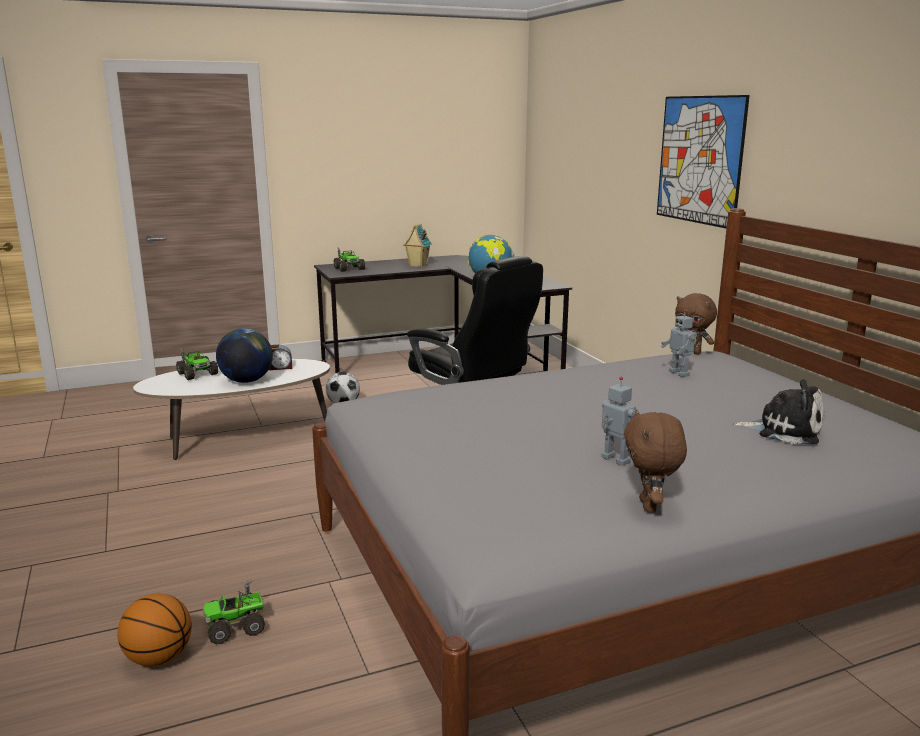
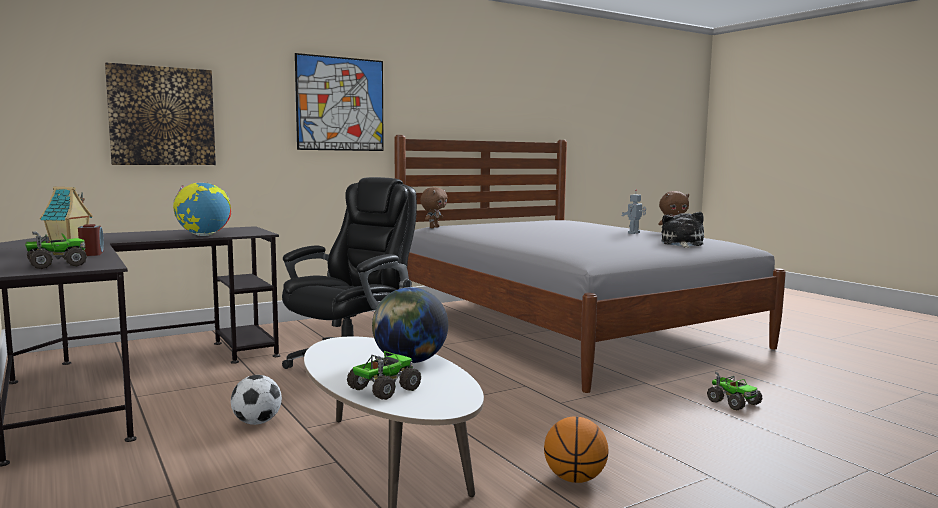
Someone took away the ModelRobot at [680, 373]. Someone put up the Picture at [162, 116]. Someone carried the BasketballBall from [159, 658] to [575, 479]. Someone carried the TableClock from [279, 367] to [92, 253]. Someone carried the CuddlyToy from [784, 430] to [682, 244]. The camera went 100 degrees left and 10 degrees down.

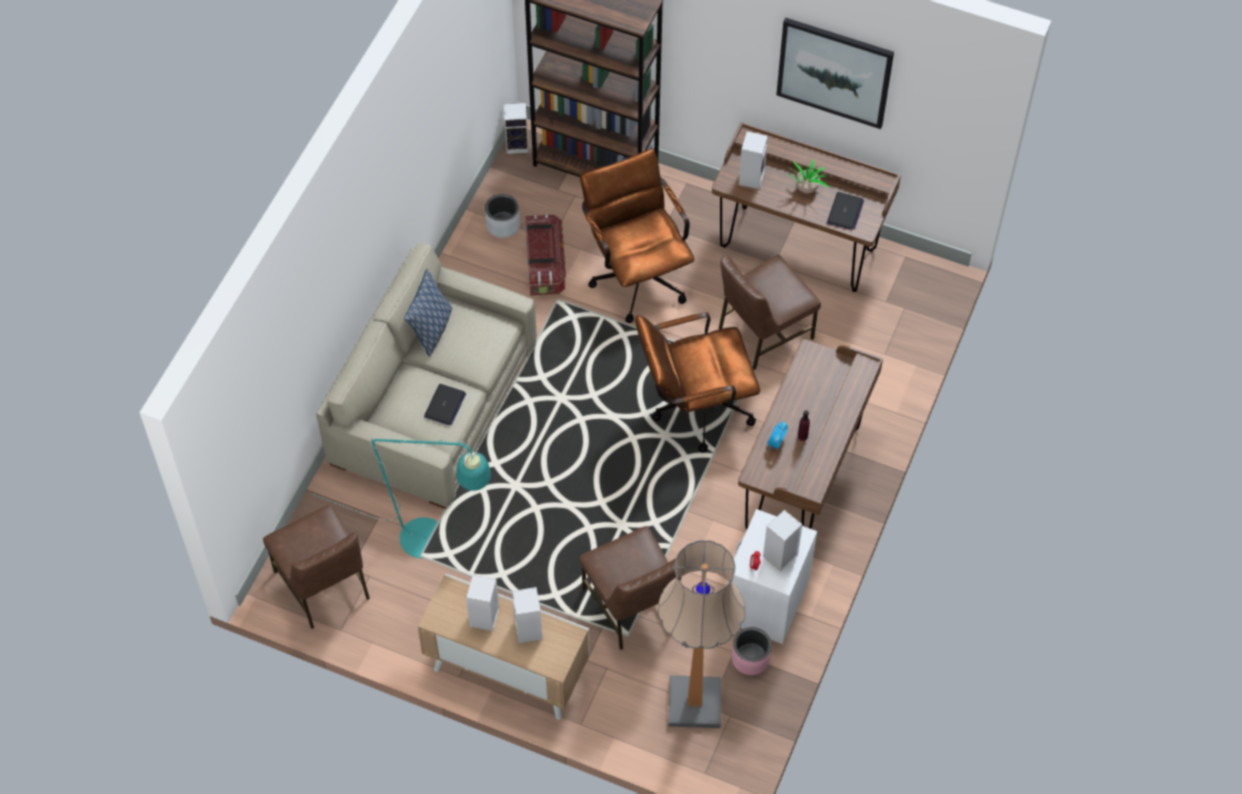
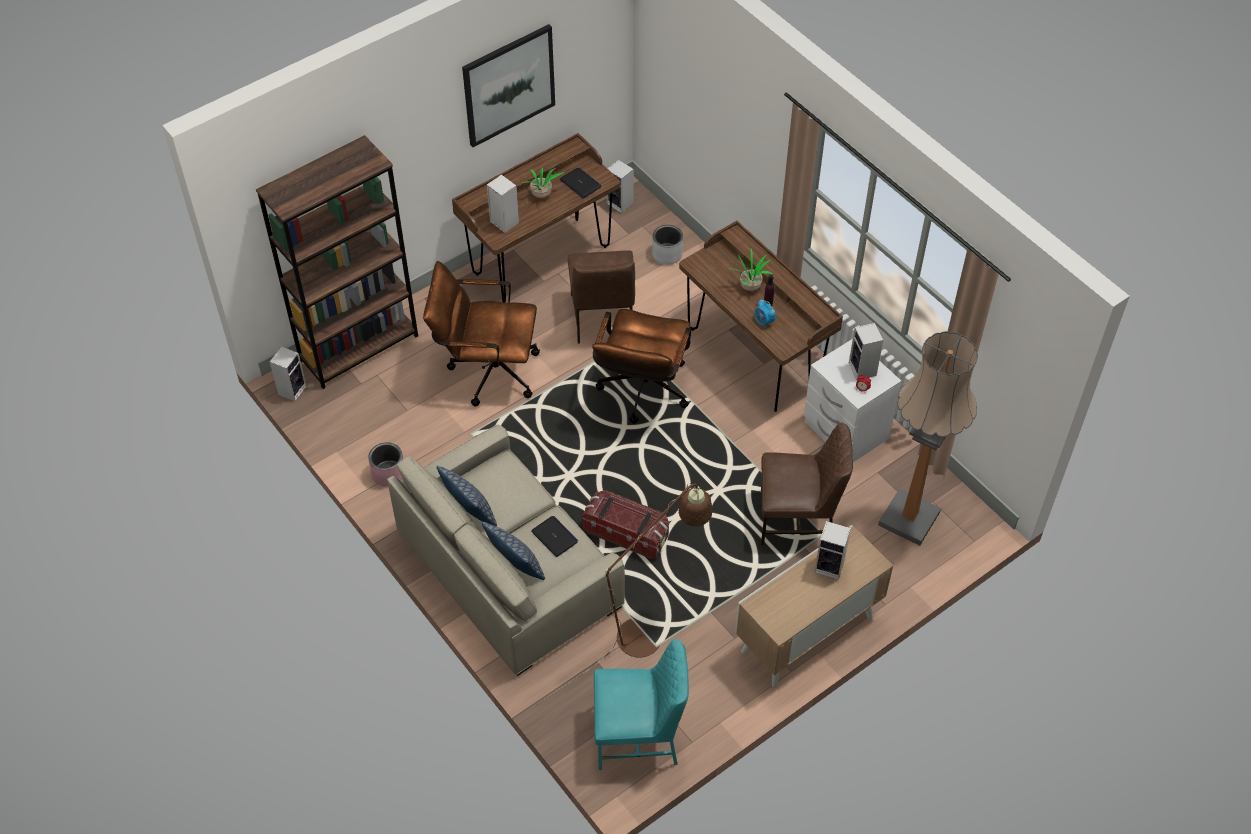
Someone put down the Pillow at [516, 567]. Someone put down the Houseplant at [749, 286]. Someone carried the Loudspeaker from [484, 618] to [621, 203]. Someone carried the GrayFlowerPot from [503, 225] to [667, 254]. Someone carried the StorageContainer from [545, 265] to [626, 533]. Someone carried the PinkColouredFlowerPot from [750, 659] to [389, 473]. Someone repainted the BrownColouredPlainChair at [323, 585], which became the BlueGreenPlainChair at [639, 735]. Someone repainted the BlueGreenStandardLamp at [434, 541], which became the BrownColouredStandardLamp at [648, 630]. The camera went 60 degrees left and 5 degrees down.

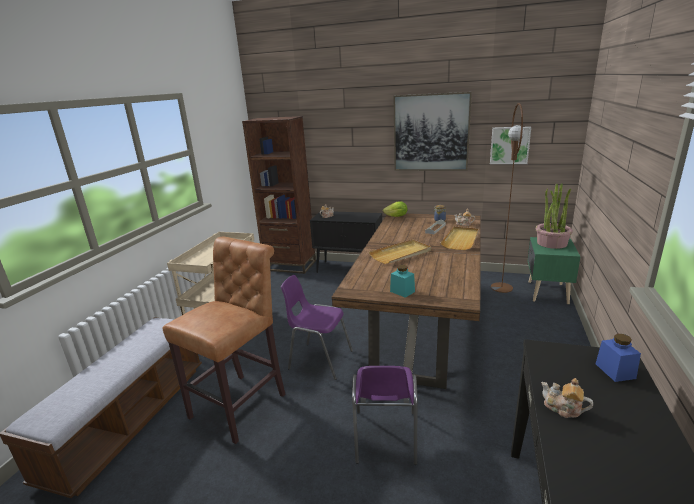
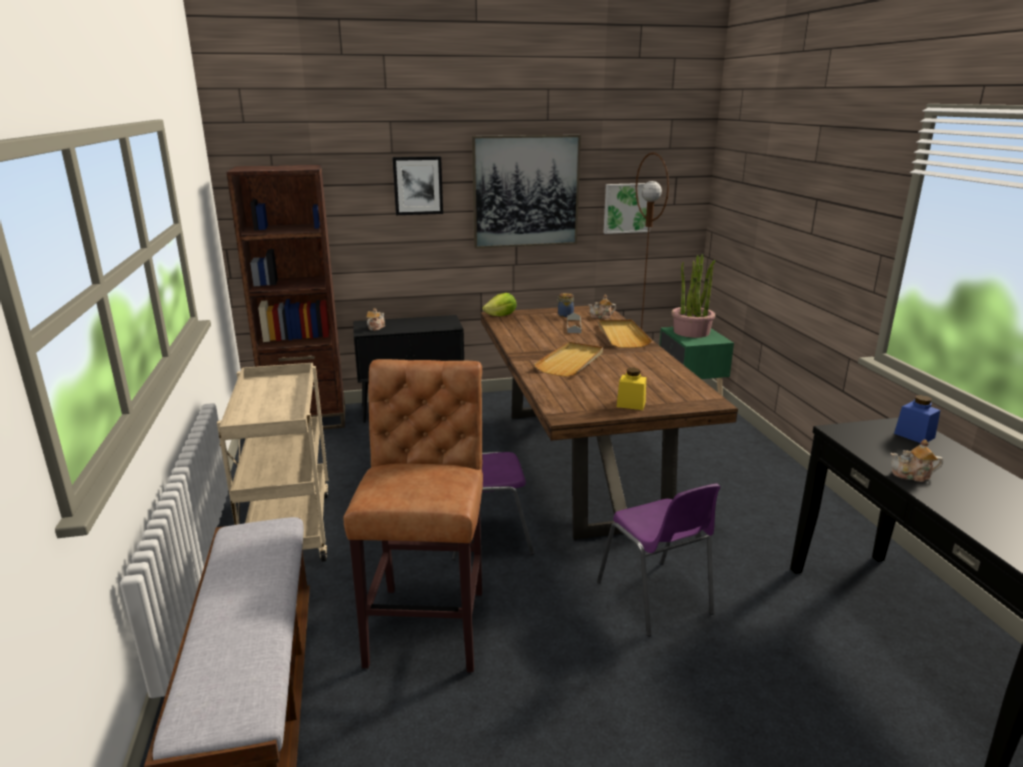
Someone put up the Picture at [418, 185]. Someone repainted the BlueGreenStorageJar at [402, 291], which became the YellowStorageJar at [631, 404]. The camera went 30 degrees left and 0 degrees up.

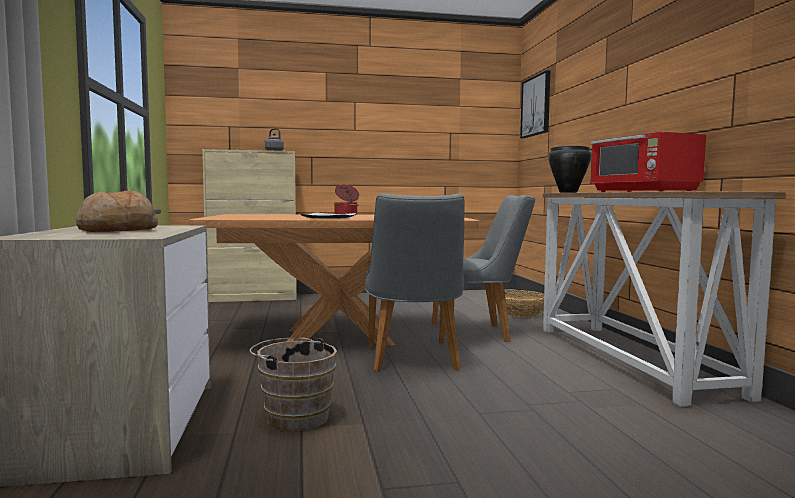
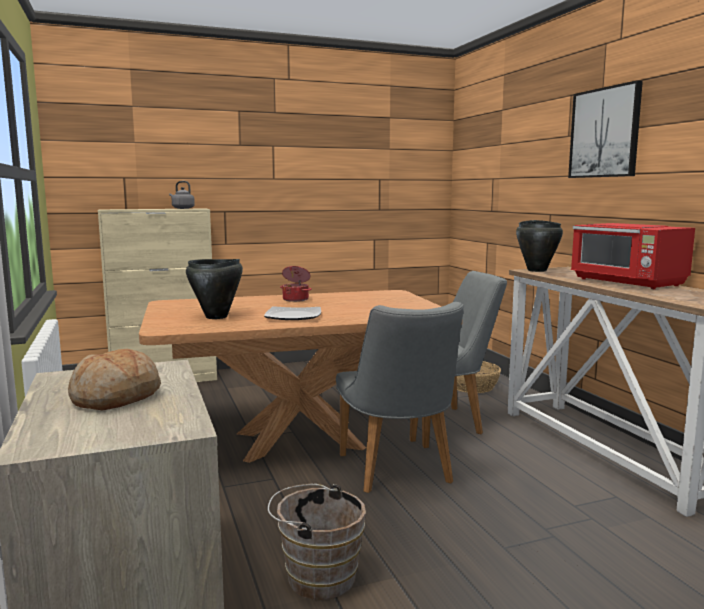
Someone put down the BlackishStockpot at [216, 317]. Someone carried the Picture from [536, 106] to [605, 133]. The camera went 10 degrees left and 5 degrees up.

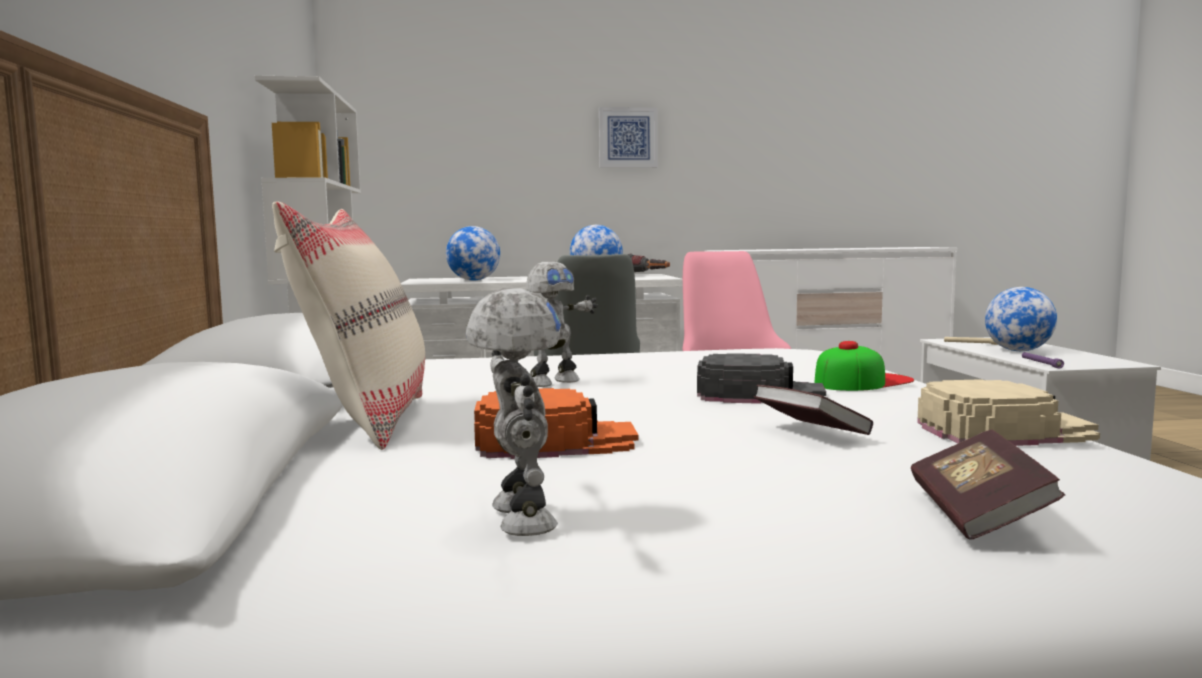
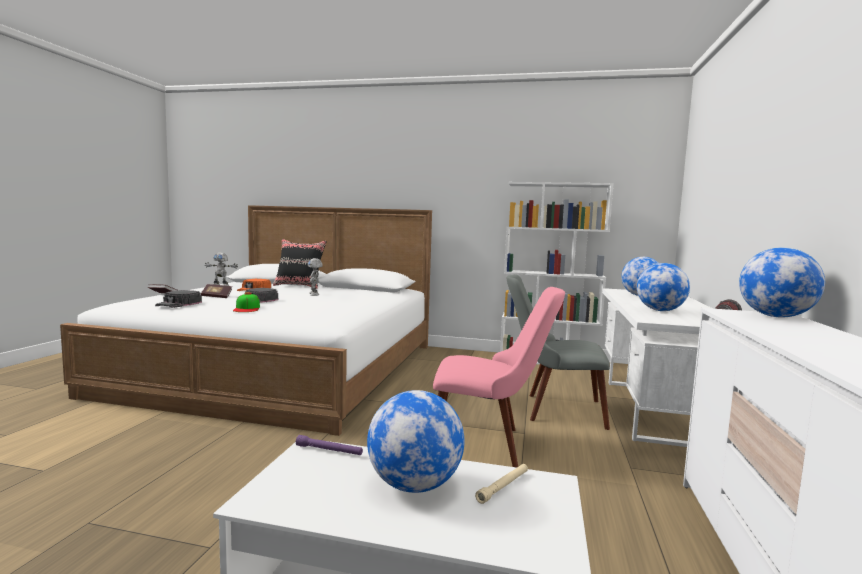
Someone took away the Picture at [628, 138]. Someone put down the Globe at [776, 316]. Someone repainted the SandColouredPillow at [366, 421], which became the BlackishPillow at [299, 286]. Someone repainted the SandColouredPeakedCap at [1004, 430], which became the BlackishPeakedCap at [179, 304]. The camera went 110 degrees right and 0 degrees up.

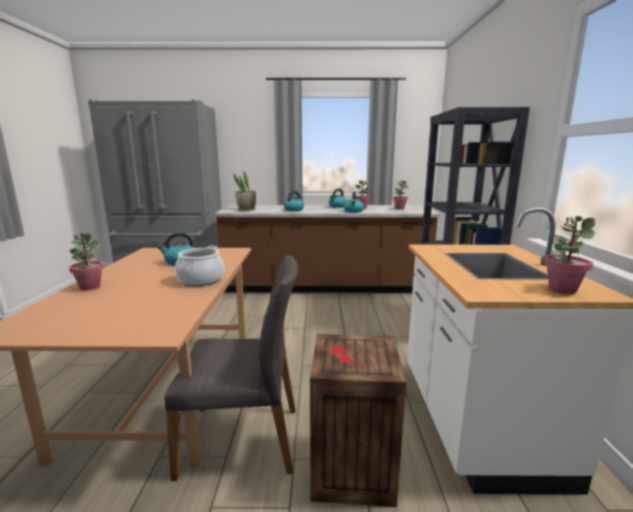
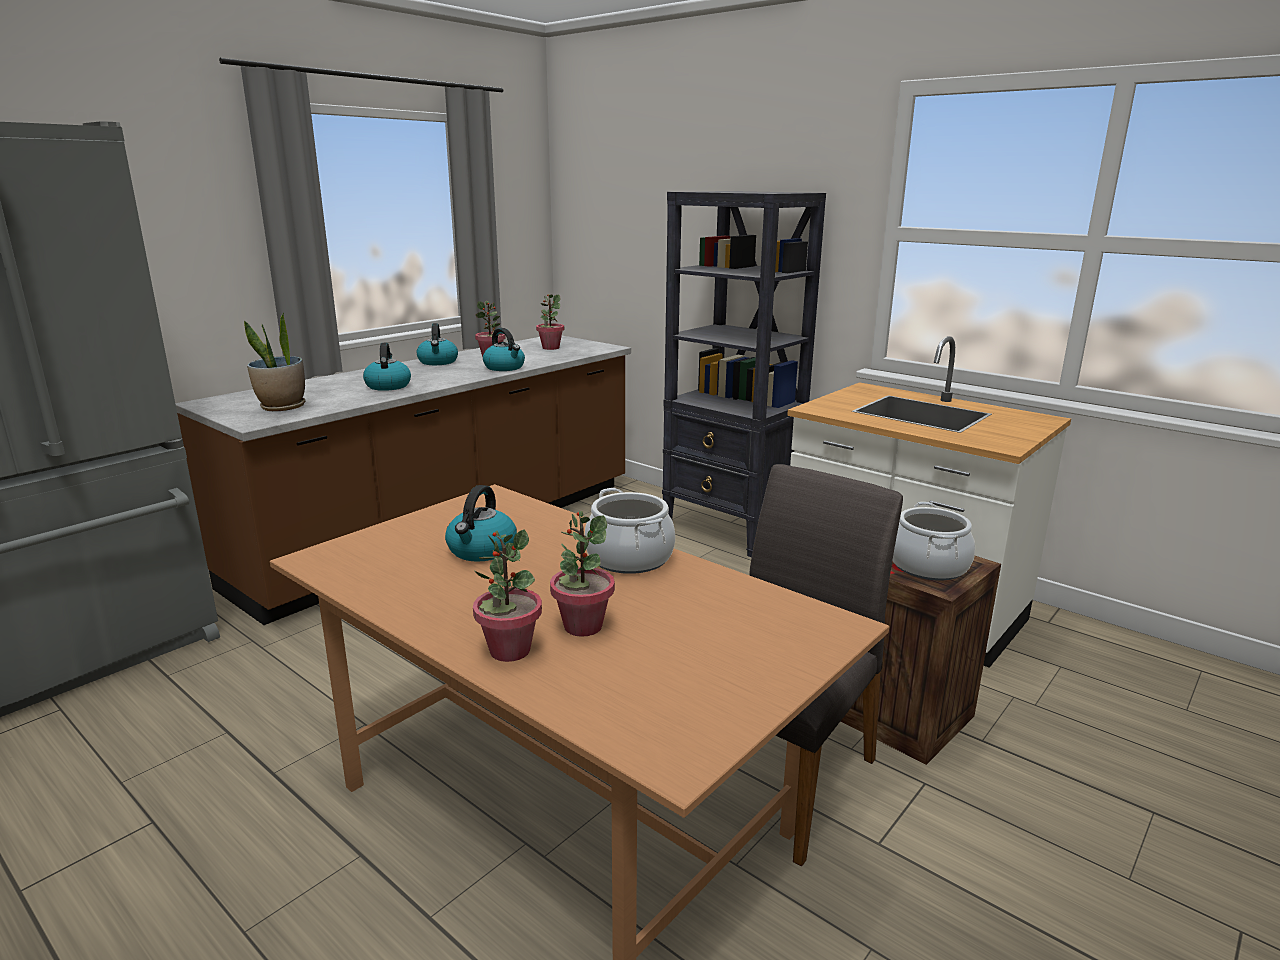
Someone put down the Stockpot at [928, 566]. Someone carried the Houseplant from [562, 289] to [582, 626]. The camera went 50 degrees left and 5 degrees up.

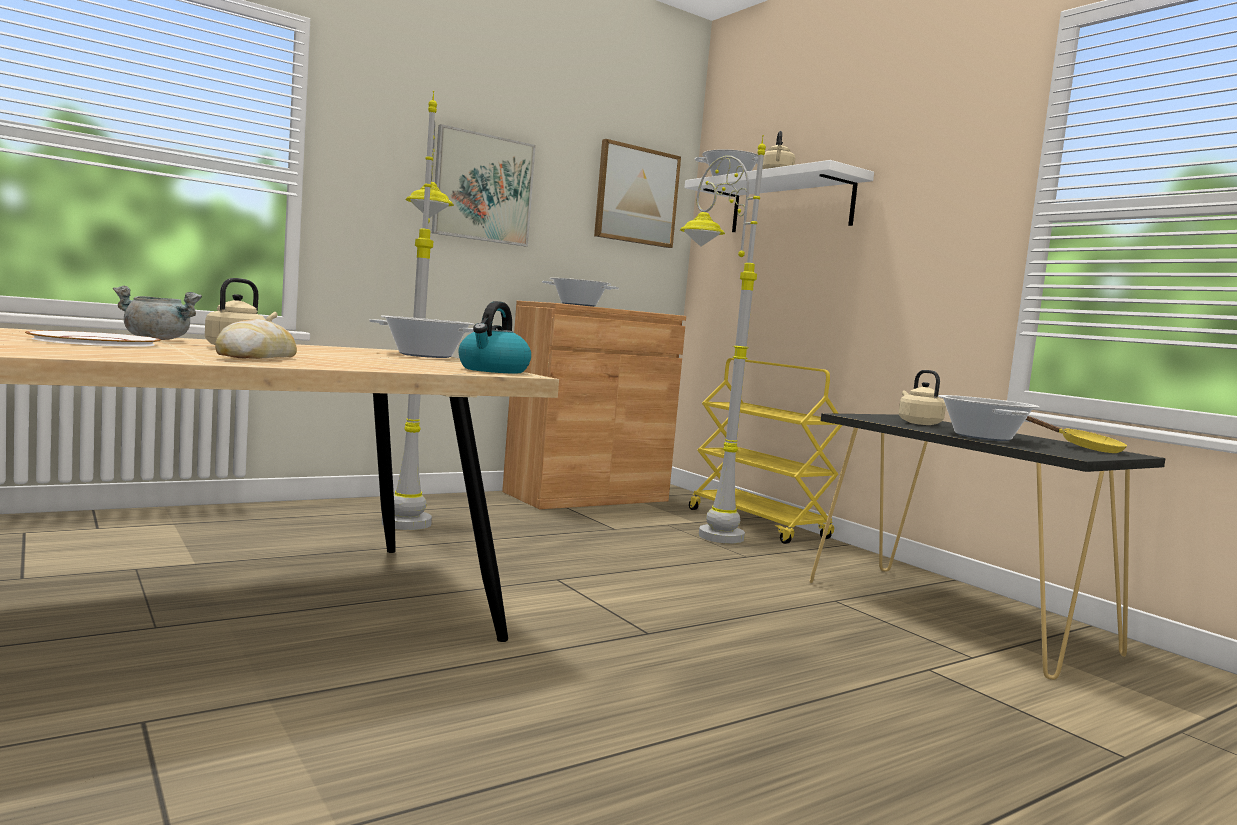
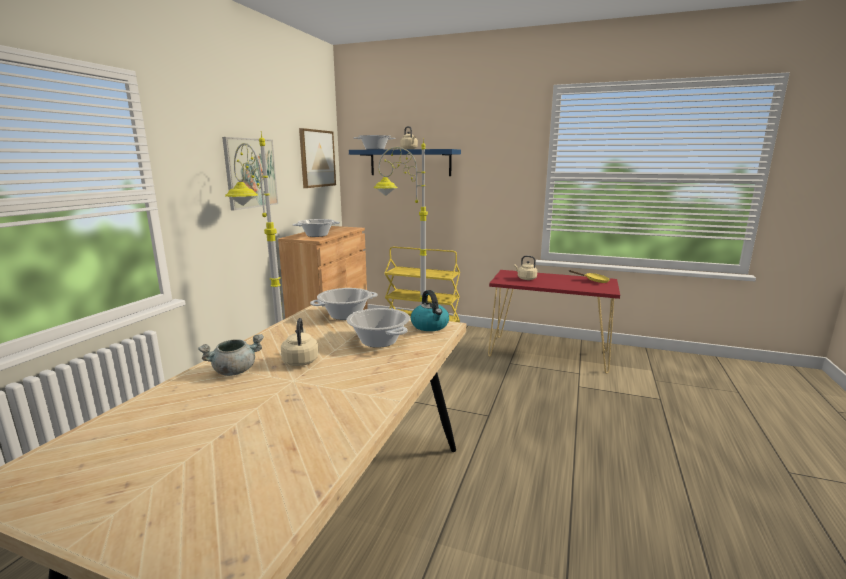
Someone took away the WhitePlate at [95, 341]. Someone took away the BakeryBread at [258, 357]. Someone carried the Stockpot from [982, 437] to [378, 341]. Someone repainted the WhiteShelf at [790, 205], which became the BlueShelf at [410, 162]. Someone repainted the BlackishHallTable at [954, 616], which became the RedHallTable at [548, 353]. The camera went 35 degrees left and 10 degrees up.

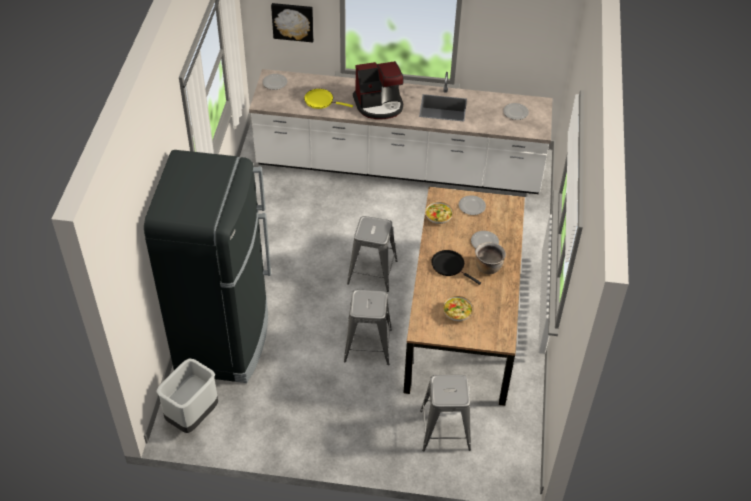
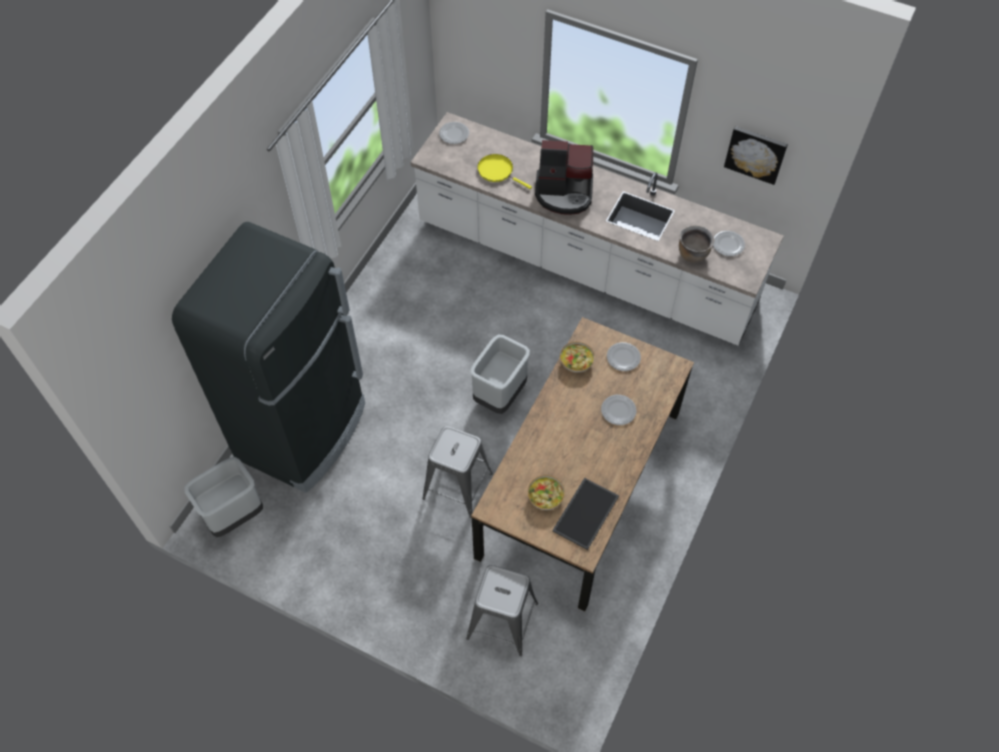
Someone took away the BlackishFryingPan at [450, 266]. Someone put down the CarryingTray at [585, 512]. Someone carried the Picture from [293, 21] to [756, 153]. Someone carried the BrownColouredStockpot from [488, 267] to [692, 254]. Someone swapped the GrayStool at [372, 272] for the GrayRubbishBin at [499, 394]. The camera went 20 degrees right and 10 degrees up.

